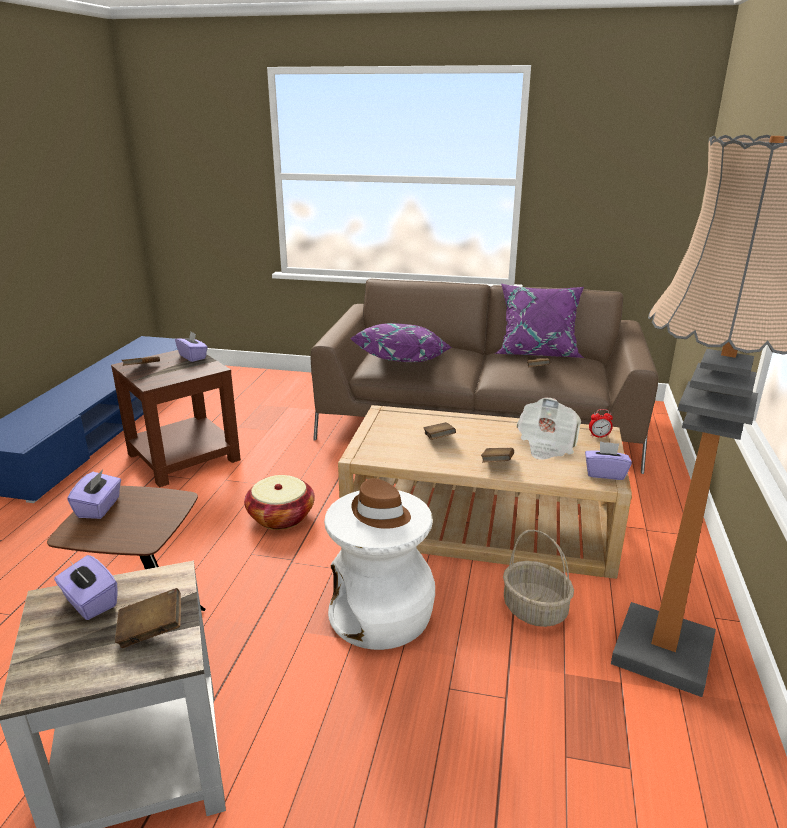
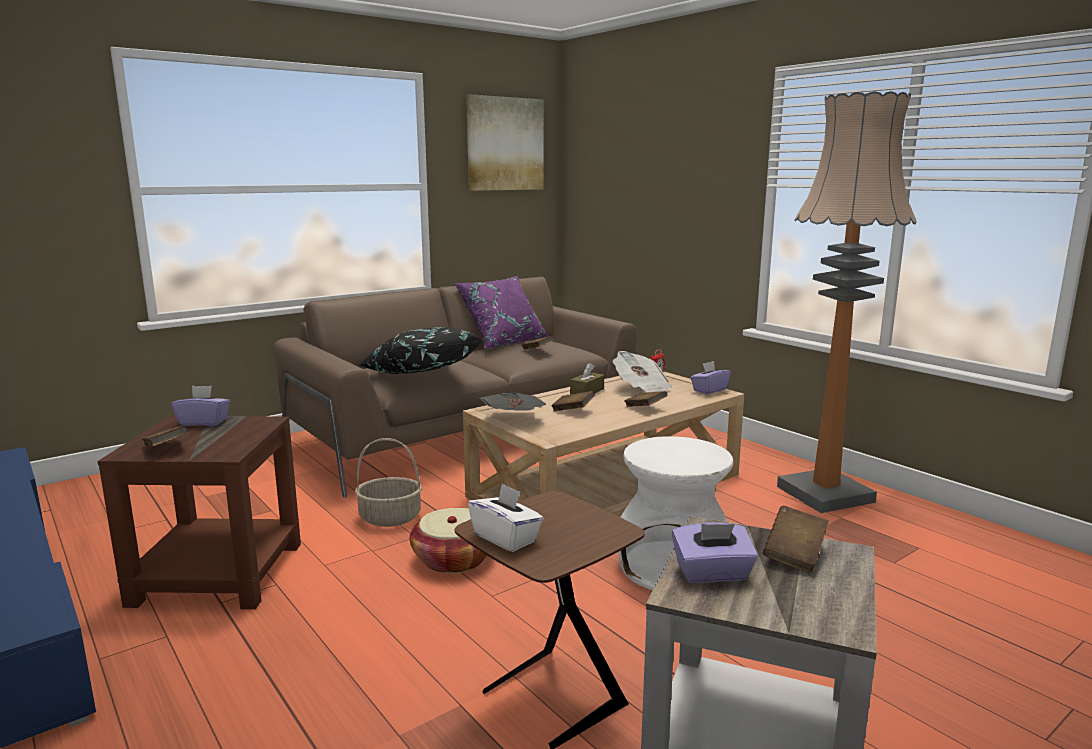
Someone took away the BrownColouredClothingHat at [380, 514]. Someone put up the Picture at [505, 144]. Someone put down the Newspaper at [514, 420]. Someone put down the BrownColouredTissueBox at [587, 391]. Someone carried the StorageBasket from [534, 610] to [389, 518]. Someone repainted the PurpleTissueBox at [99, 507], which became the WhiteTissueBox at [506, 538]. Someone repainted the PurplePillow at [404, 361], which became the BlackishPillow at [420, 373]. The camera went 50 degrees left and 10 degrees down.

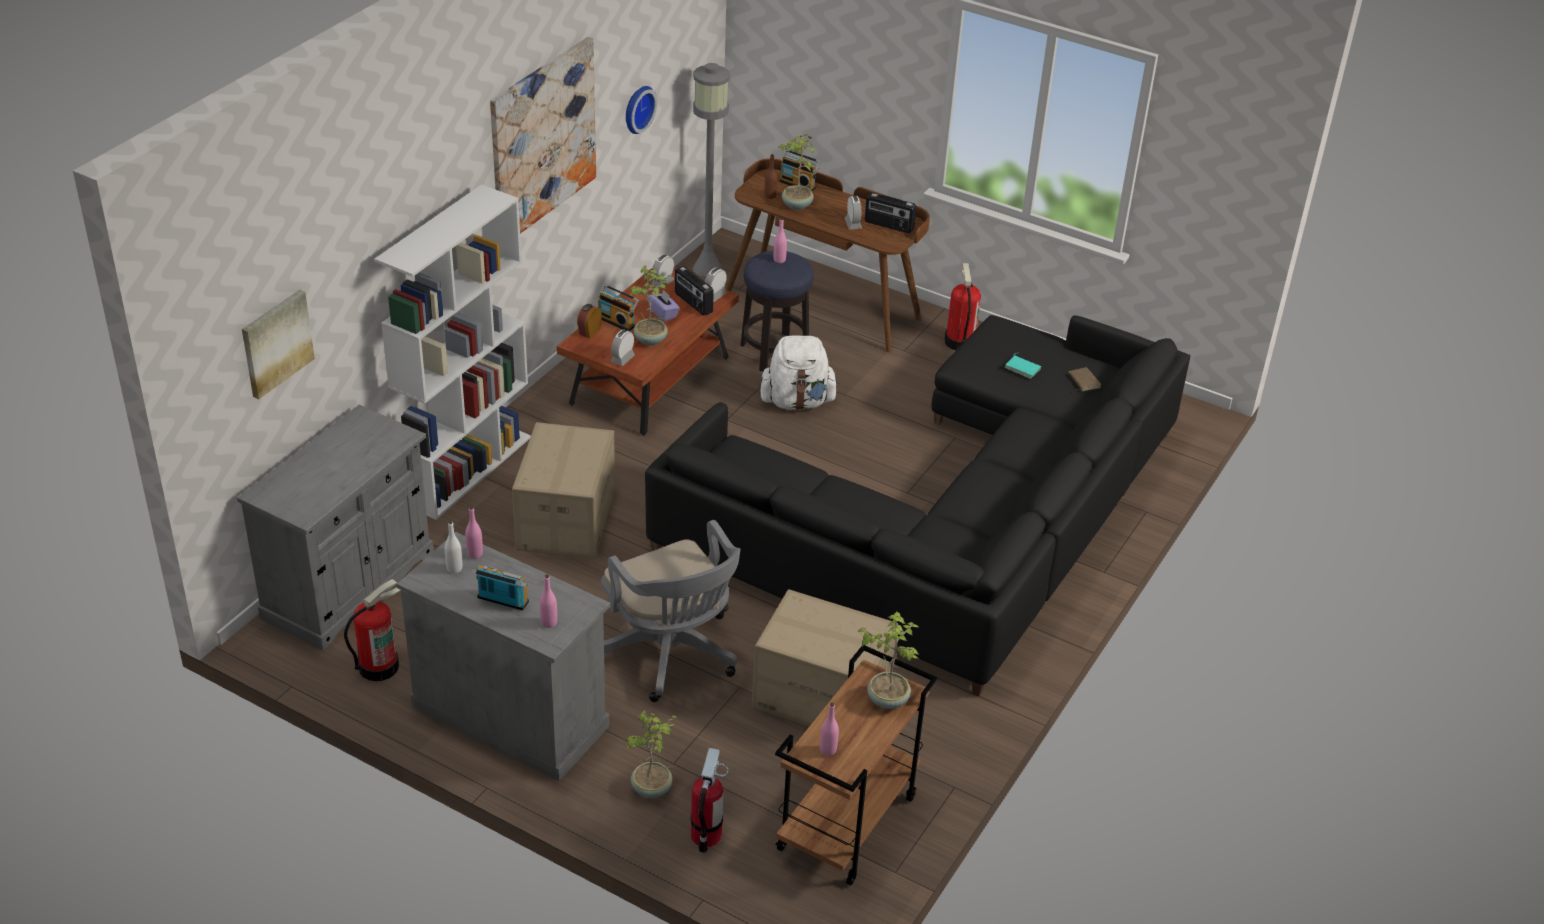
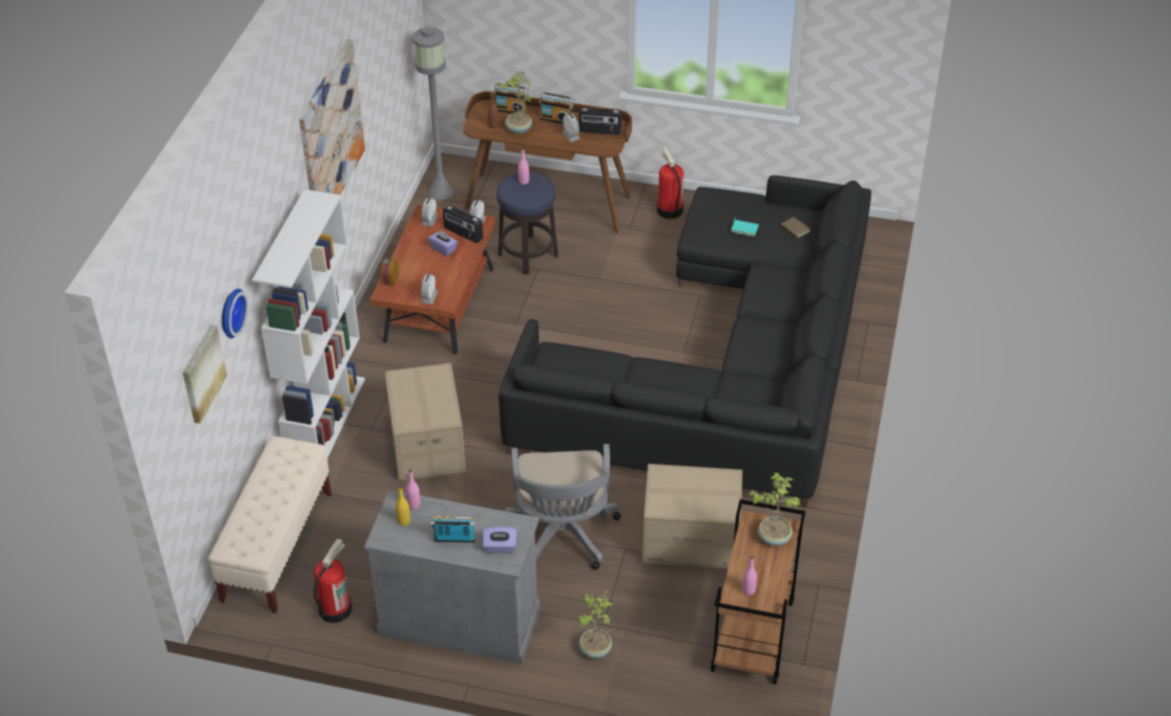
Someone took away the Houseplant at [651, 340]. Someone took away the Extinguisher at [706, 835]. Someone took away the WhiteRucksack at [797, 401]. Someone carried the Radio from [617, 321] to [556, 119]. Someone carried the HangingClock from [637, 108] to [230, 312]. Someone swapped the GrayStorageCabinet at [349, 585] for the SandColouredLongSeat at [277, 546]. Someone swapped the PinkColouredBeverageBottle at [549, 623] for the PurpleTissueBox at [500, 547]. Someone repainted the WhiteBeverageBottle at [454, 568], which became the YellowBeverageBottle at [404, 521]. Someone rotated the GrayOfficeChair at [672, 656] by 45 degrees clockwise. The camera went 15 degrees left and 5 degrees up.

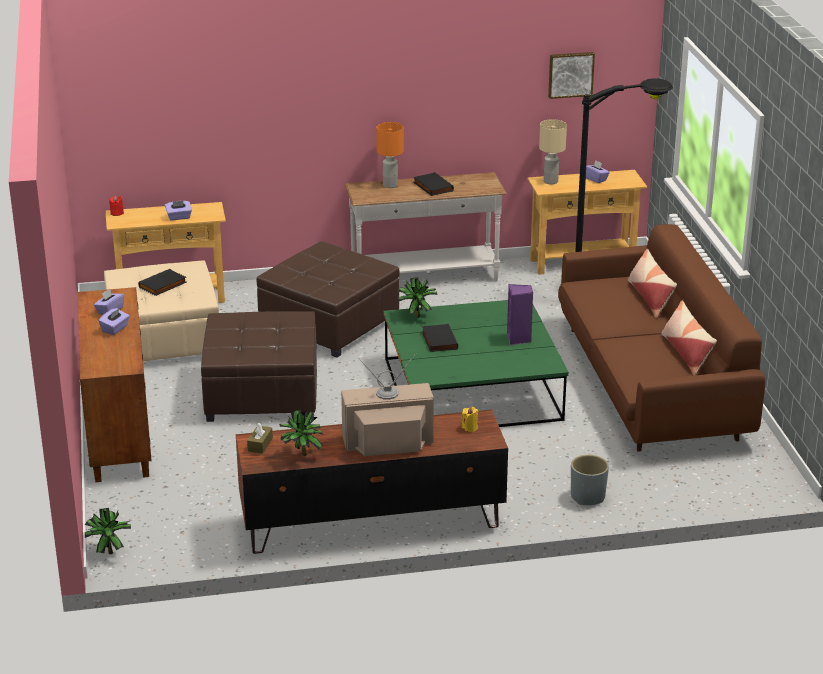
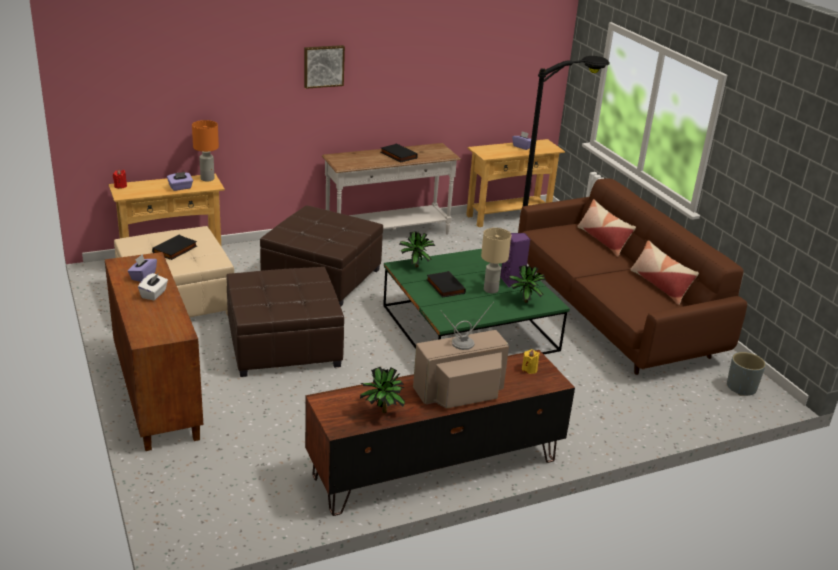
Someone took away the BrownColouredTissueBox at [260, 445]. Someone carried the Houseplant from [108, 551] to [523, 301]. Someone carried the OrangeyLampForATable from [390, 185] to [207, 179]. Someone carried the SandColouredLampForATable from [550, 181] to [490, 290]. Someone carried the Picture from [570, 74] to [323, 66]. Someone carried the GrayFlowerPot from [588, 497] to [741, 388]. Someone repainted the PurpleTissueBox at [115, 329], which became the WhiteTissueBox at [154, 294]. The camera went 15 degrees left and 0 degrees up.

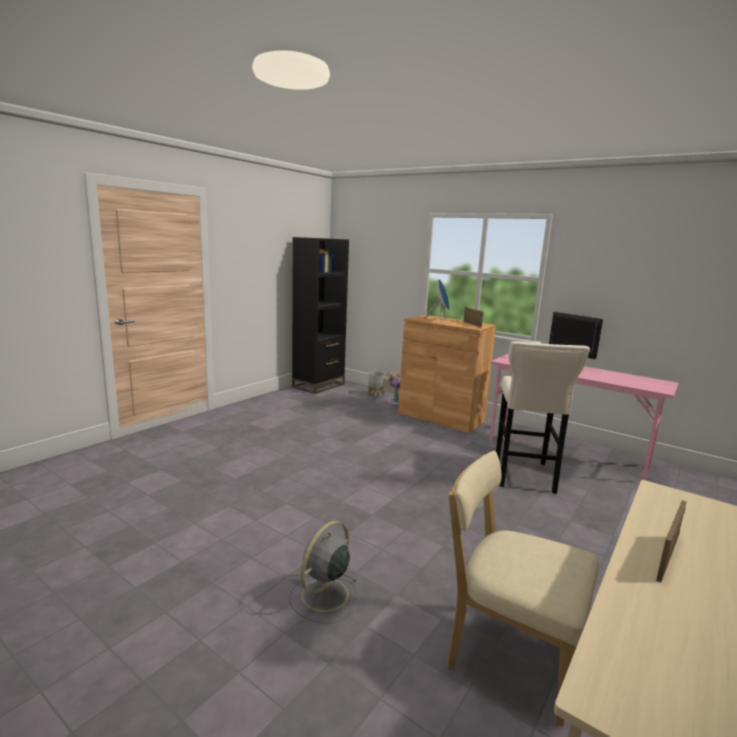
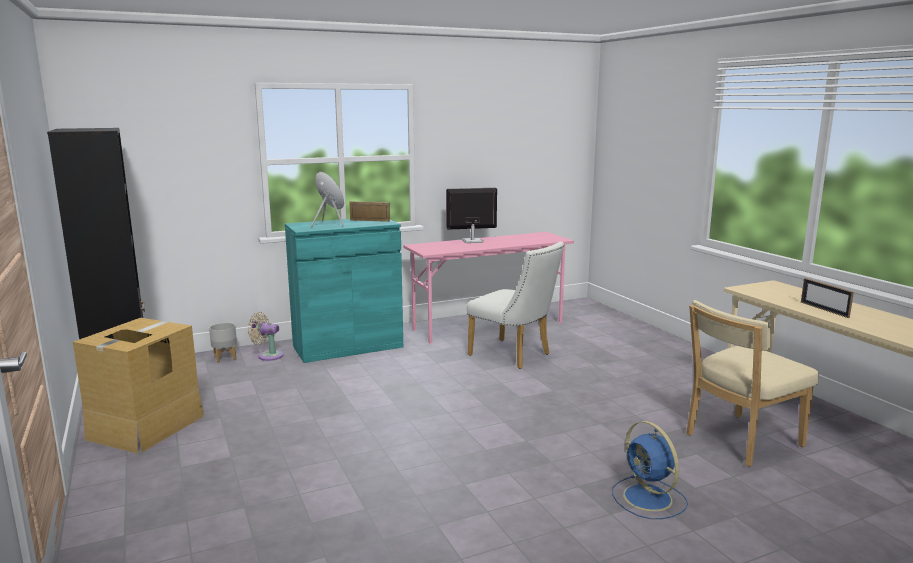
Someone put down the Carton at [145, 427]. Someone swapped the SandColouredStool at [523, 477] for the WhitePlainChair at [514, 356]. Someone repainted the GrayCoolingFan at [323, 596], which became the BlueCoolingFan at [649, 499]. Someone repainted the BrownColouredStorageCabinet at [441, 417], which became the BlueGreenStorageCabinet at [348, 346]. The camera went 60 degrees left and 0 degrees up.

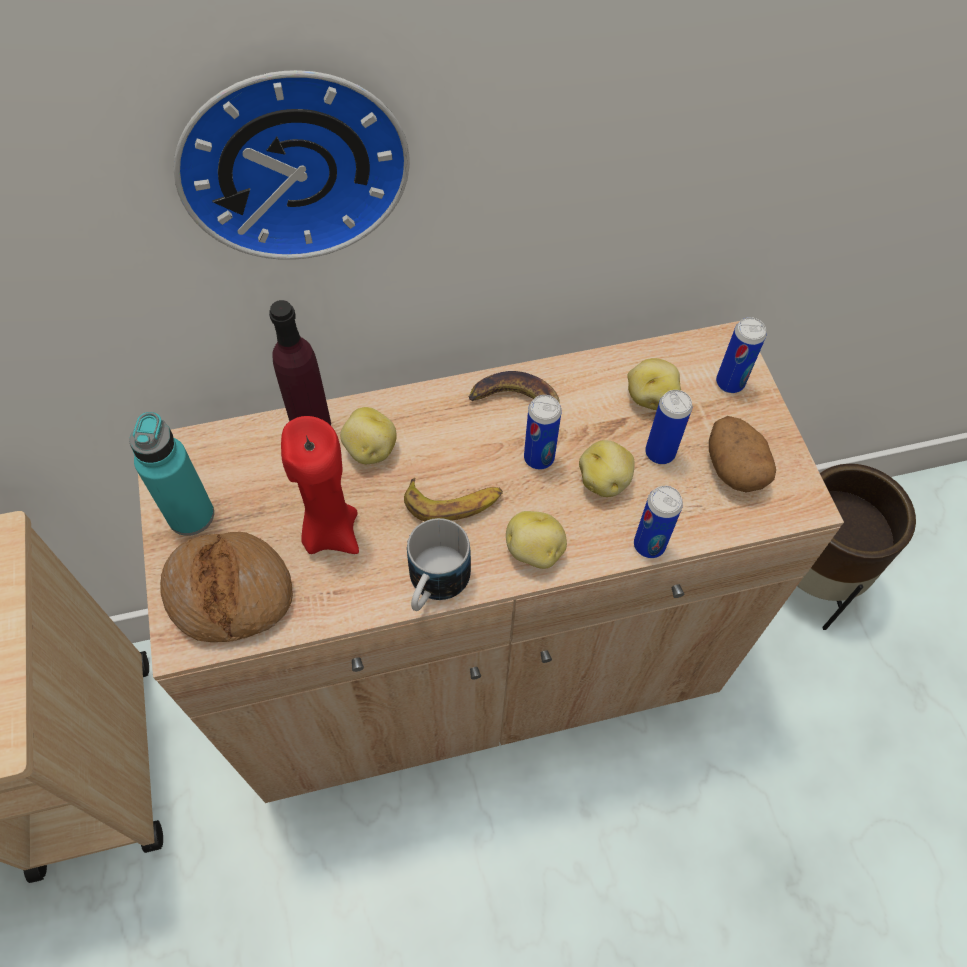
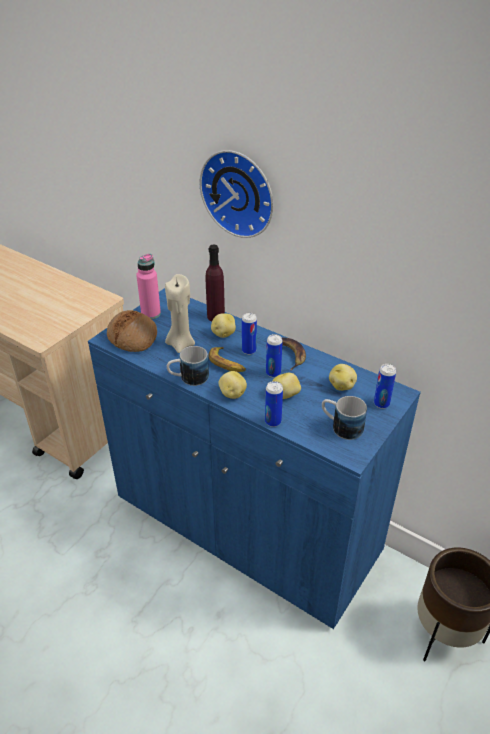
Someone carried the Can from [660, 453] to [249, 350]. Someone swapped the Potato at [734, 468] for the TeaMug at [341, 426]. Someone repainted the BlueGreenBeverageBottle at [191, 515], which became the PinkColouredBeverageBottle at [151, 314]. Someone repainted the SandColouredStorageCabinet at [478, 664], which became the BlueStorageCabinet at [245, 524]. Someone repainted the RedWaxCandle at [330, 531], which became the SandColouredWaxCandle at [180, 344]. The camera went 50 degrees right and 20 degrees down.

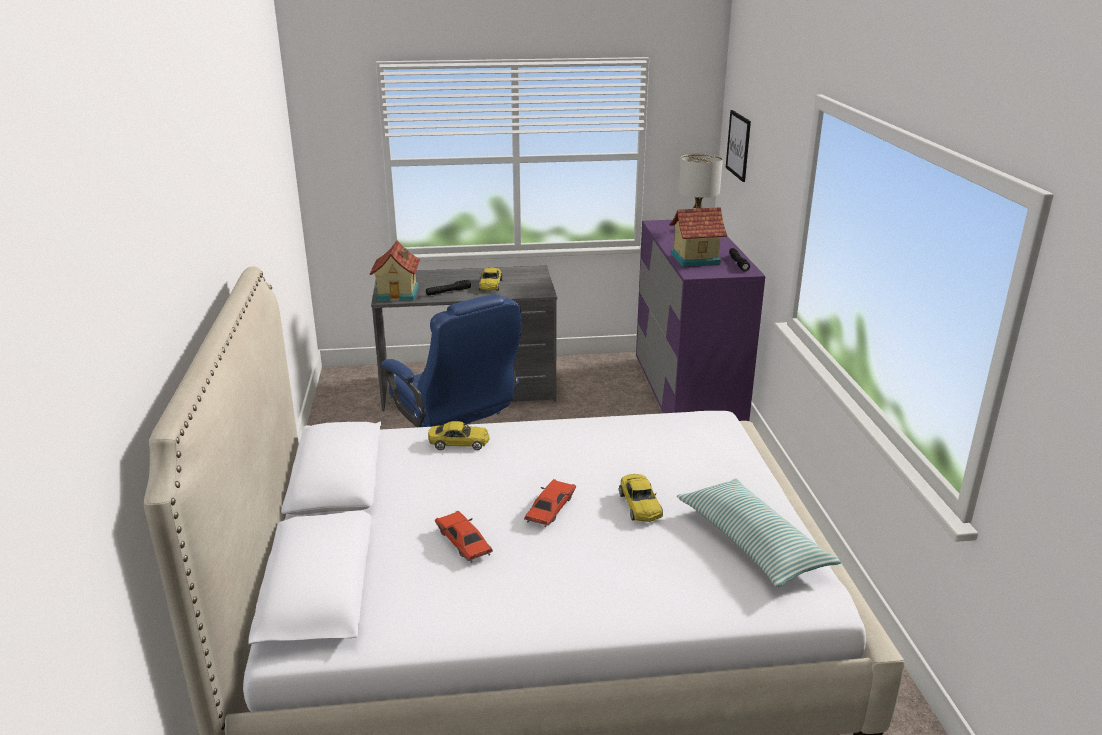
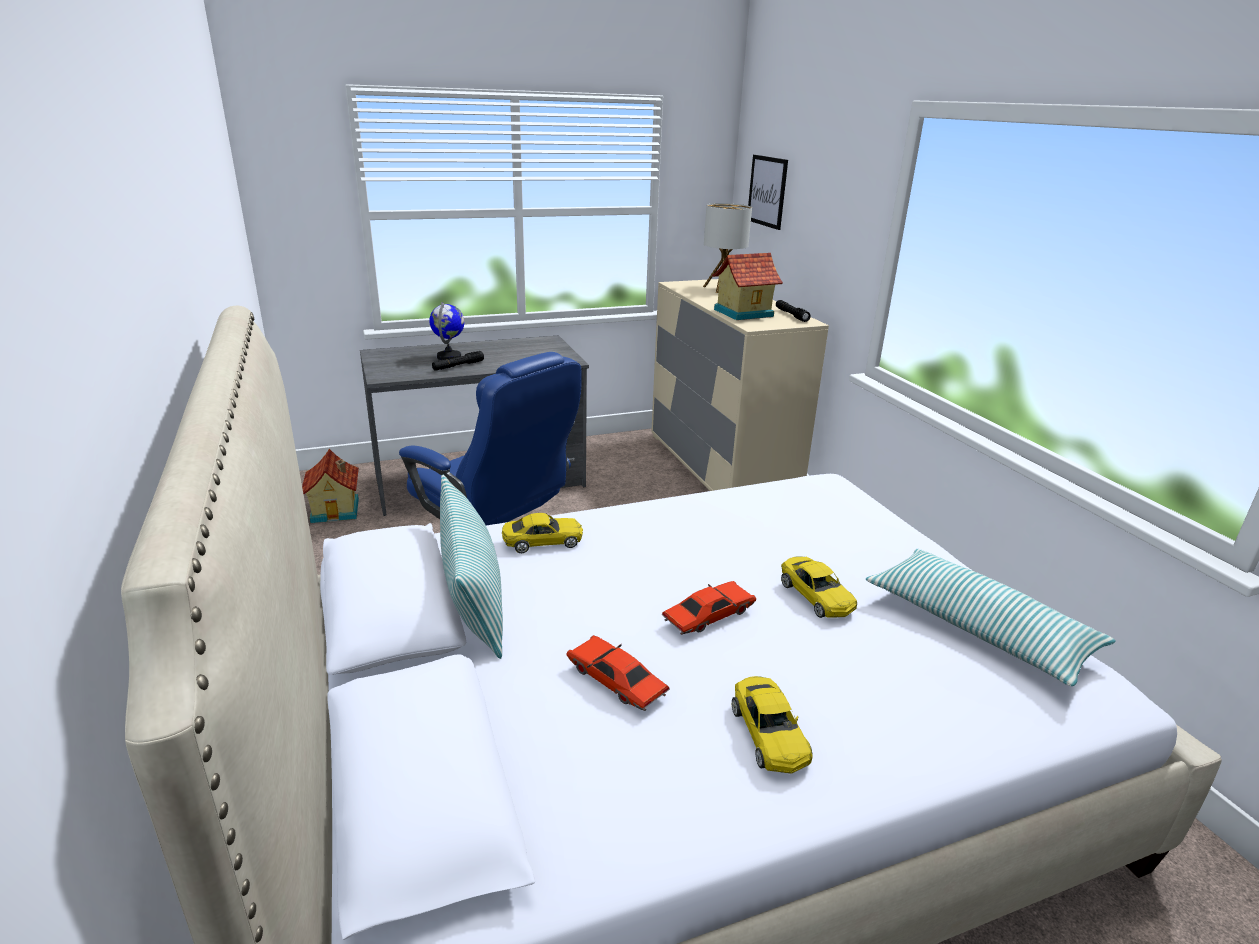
Someone put down the Globe at [449, 357]. Someone put down the Pillow at [472, 597]. Someone carried the MiniatureHouse from [399, 293] to [336, 510]. Someone carried the YellowModelCar from [490, 285] to [769, 734]. Someone repainted the PurpleChestOfDrawers at [687, 393], which became the SandColouredChestOfDrawers at [720, 466]. Someone rotated the RedModelCar at [550, 509] by 45 degrees clockwise. The camera went 15 degrees left and 0 degrees up.

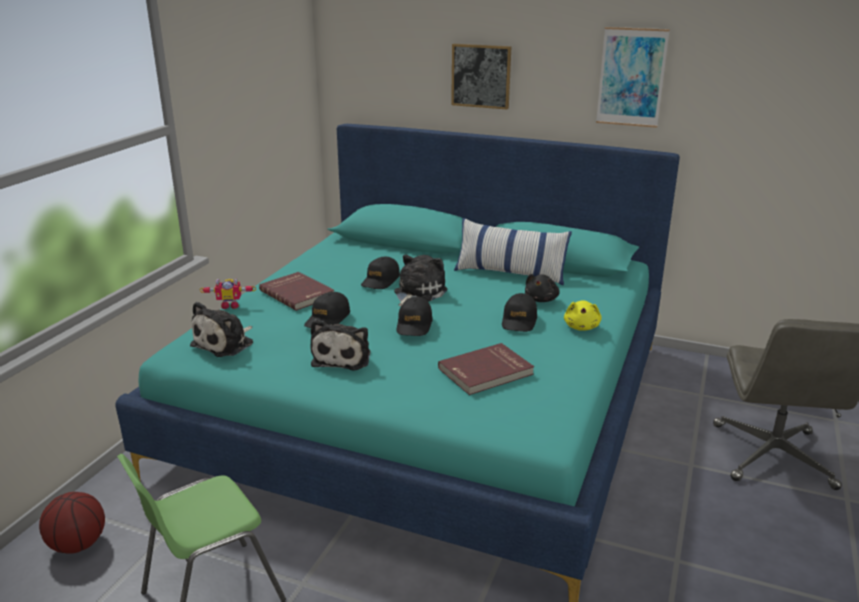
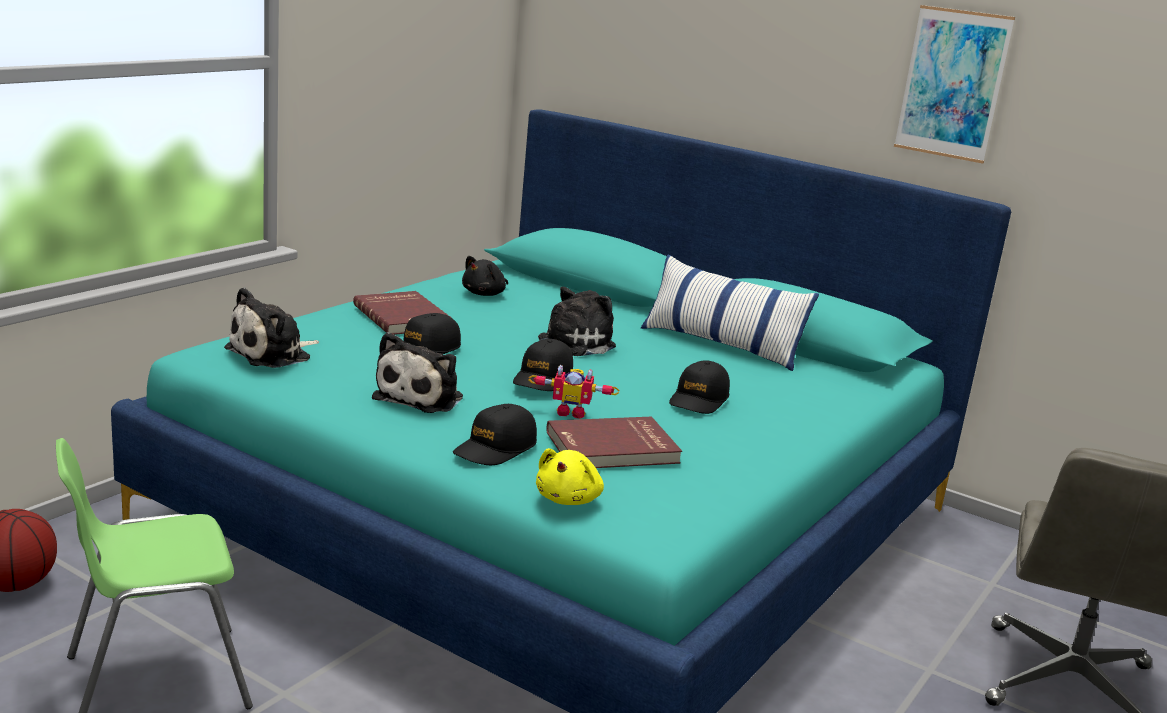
Someone took away the Picture at [481, 76]. Someone carried the ModelRobot from [230, 305] to [571, 412]. Someone carried the BlackishPeakedCap from [380, 280] to [495, 448]. Someone carried the BlackishCuddlyToy from [541, 299] to [485, 294]. Someone carried the YellowCuddlyToy from [581, 327] to [569, 499]. The camera went 10 degrees right and 5 degrees down.

